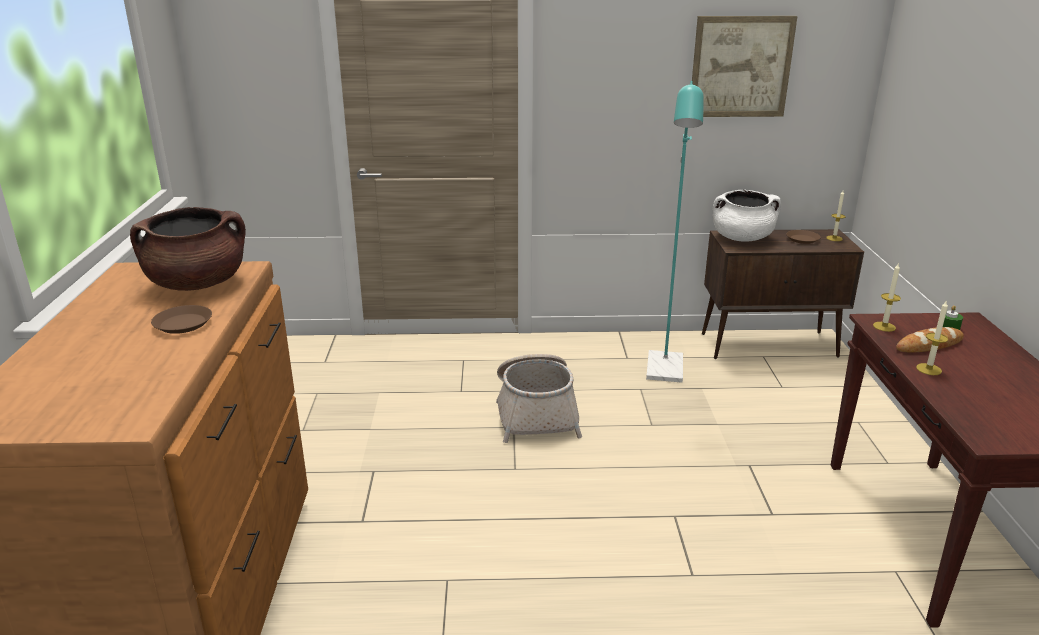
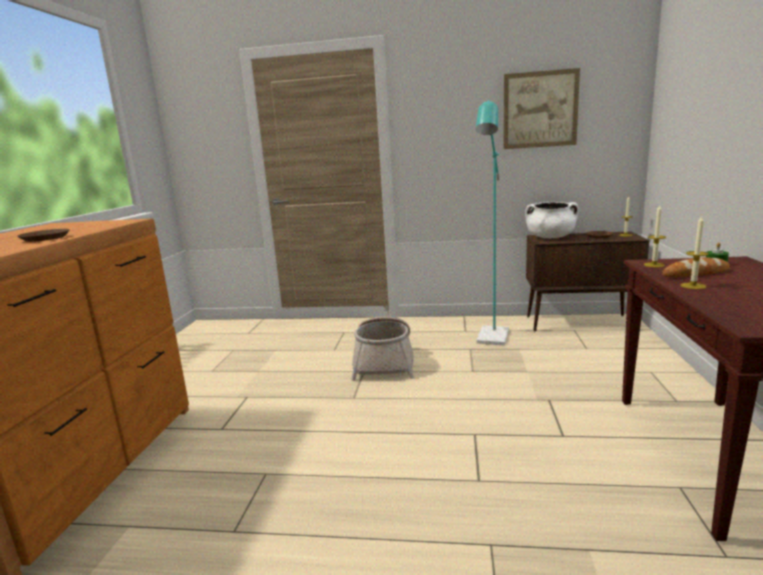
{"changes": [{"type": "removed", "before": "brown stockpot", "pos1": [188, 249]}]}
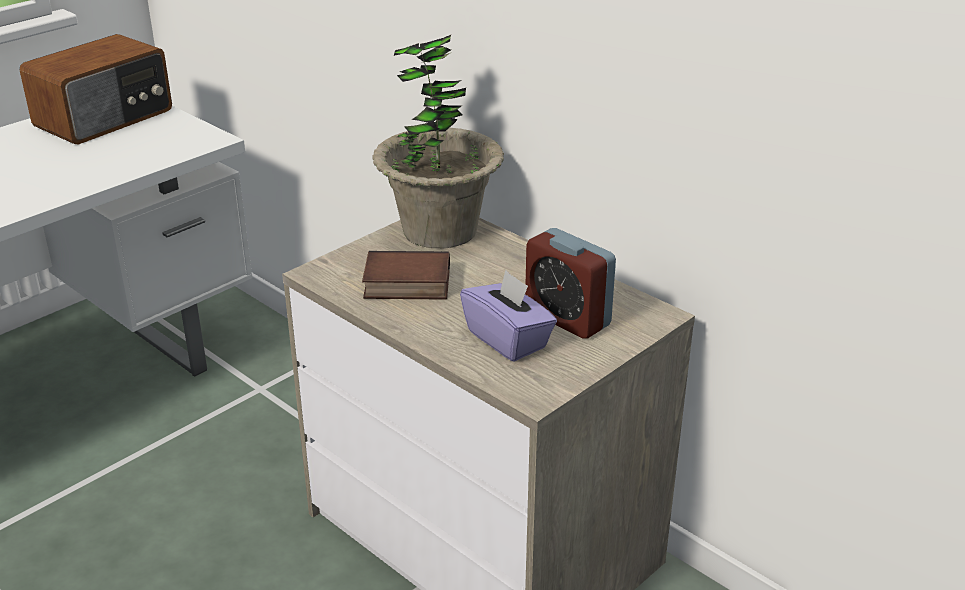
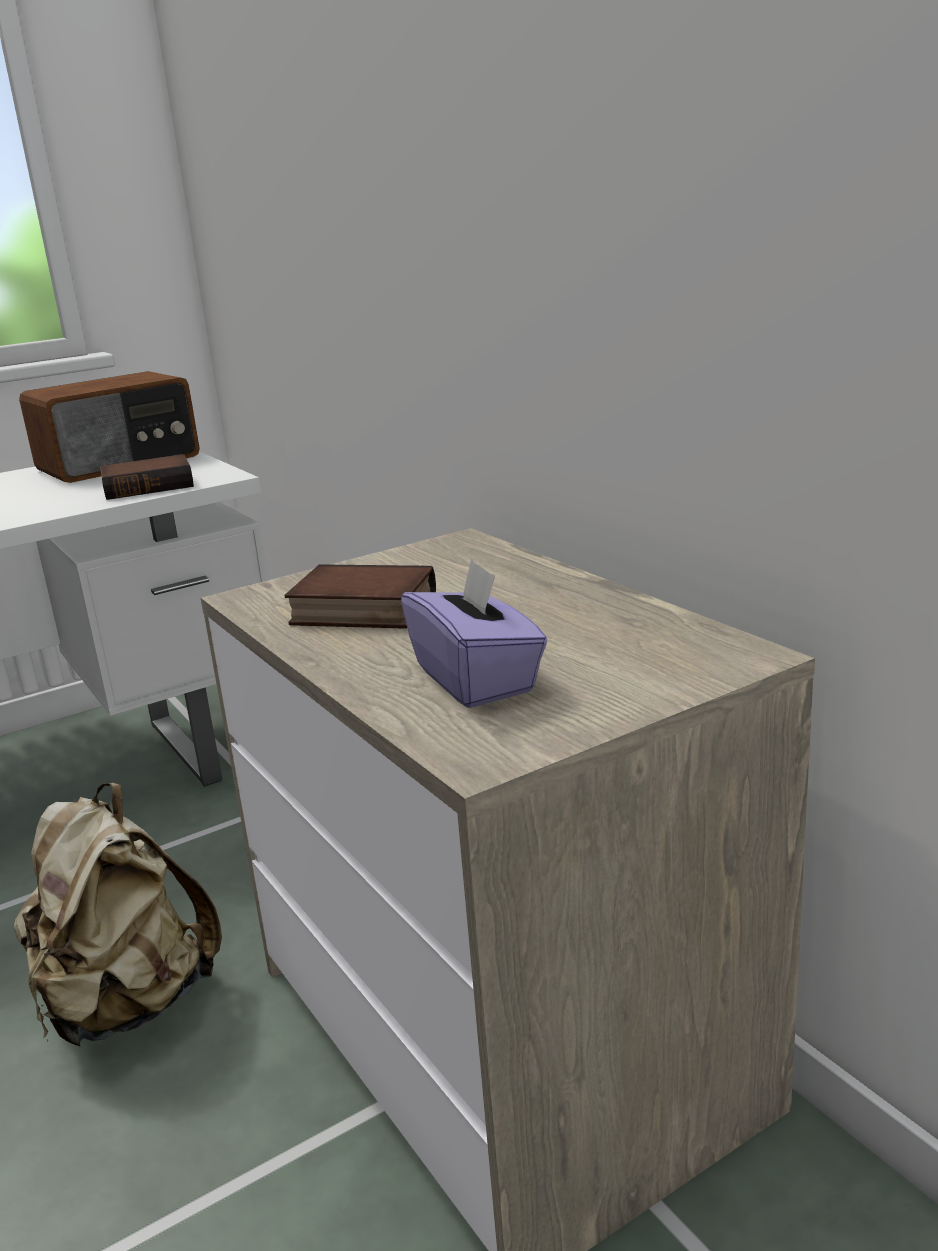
{"changes": [{"type": "removed", "before": "potted plant", "pos1": [438, 141]}, {"type": "removed", "before": "table clock", "pos1": [570, 283]}, {"type": "added", "after": "beige rucksack", "pos2": [117, 914]}, {"type": "added", "after": "book", "pos2": [147, 477]}]}
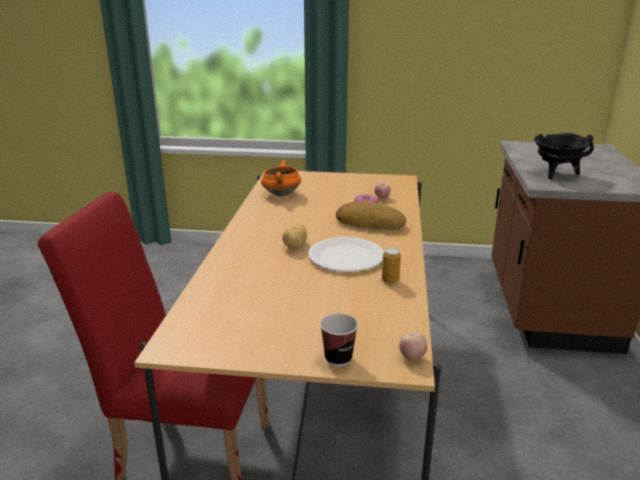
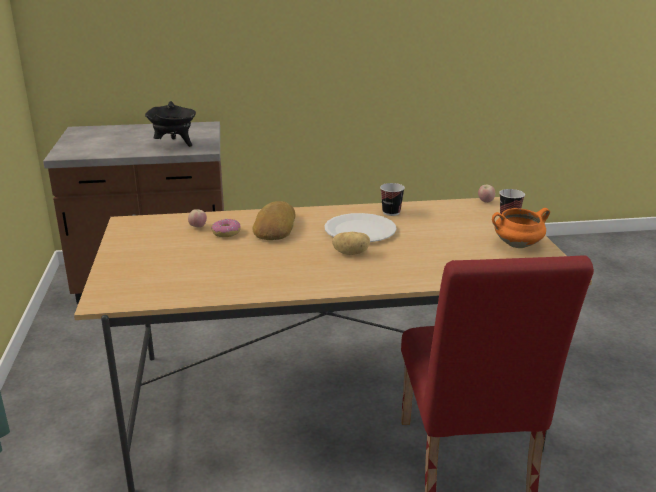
{"changes": [{"type": "moved", "before": "orange stockpot", "pos1": [281, 178], "pos2": [521, 228]}, {"type": "replaced", "before": "metal can", "after": "drinking cup", "pos1": [391, 266], "pos2": [392, 199]}]}
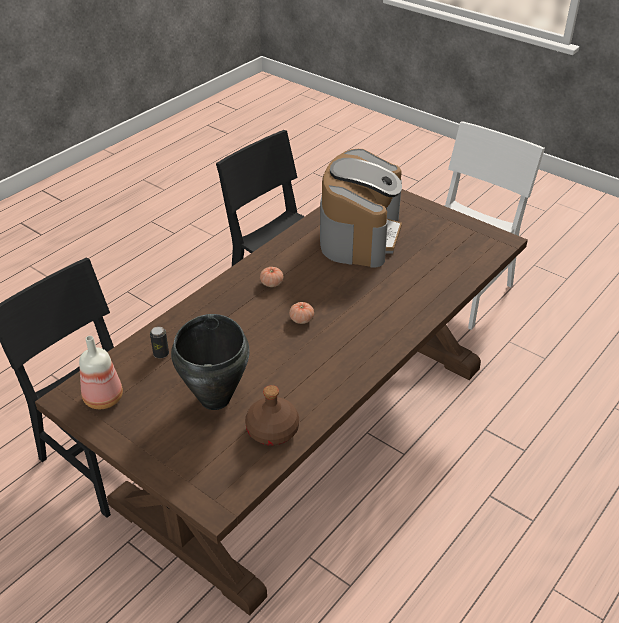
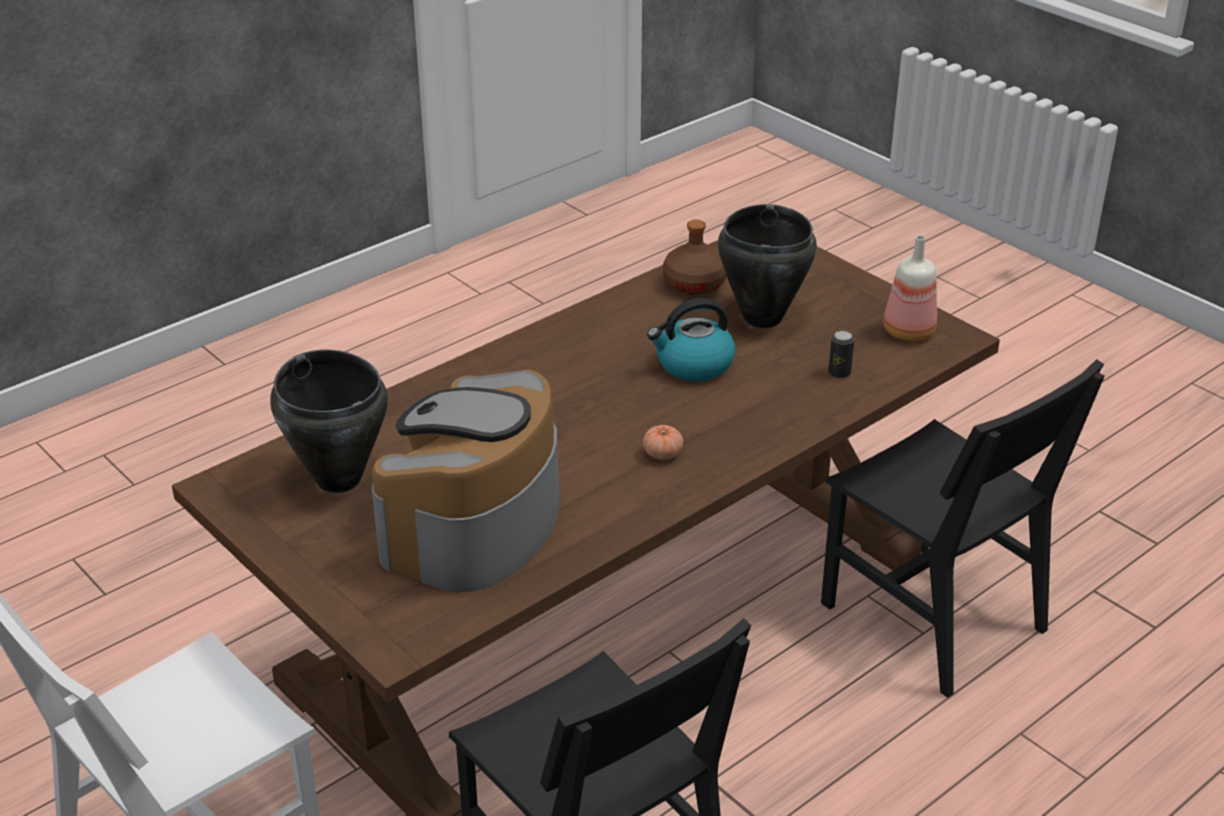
{"changes": [{"type": "removed", "before": "fresh tomato", "pos1": [301, 313]}, {"type": "added", "after": "black-coloured stockpot", "pos2": [329, 421]}, {"type": "added", "after": "kettle", "pos2": [691, 340]}]}
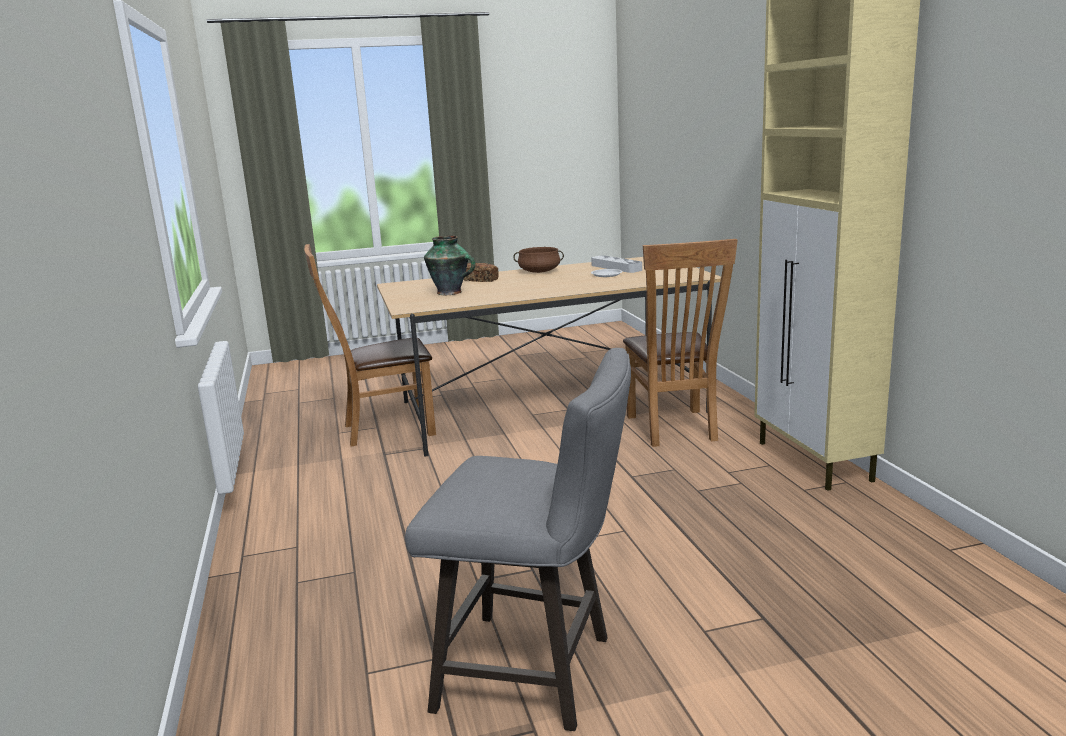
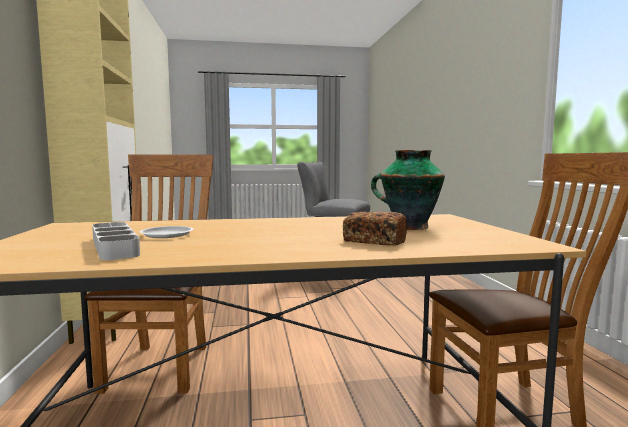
{"changes": [{"type": "removed", "before": "brown stockpot", "pos1": [538, 260]}]}
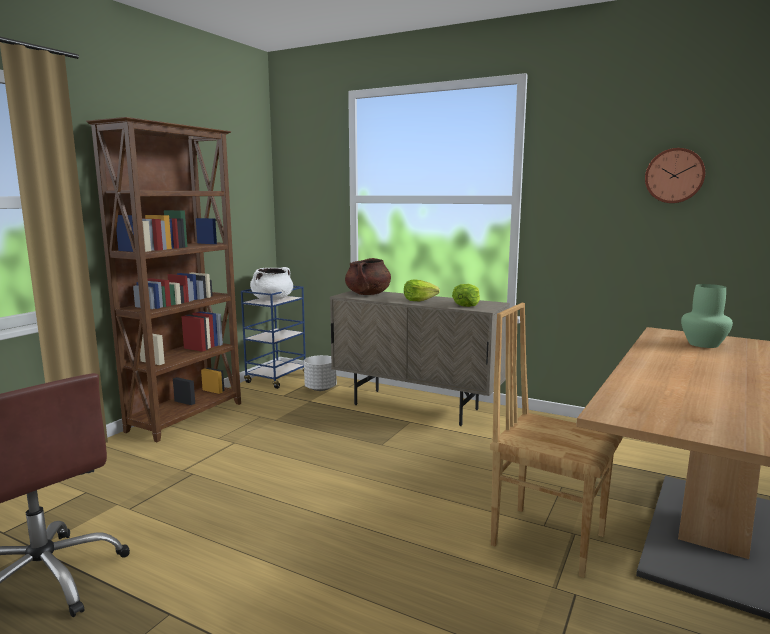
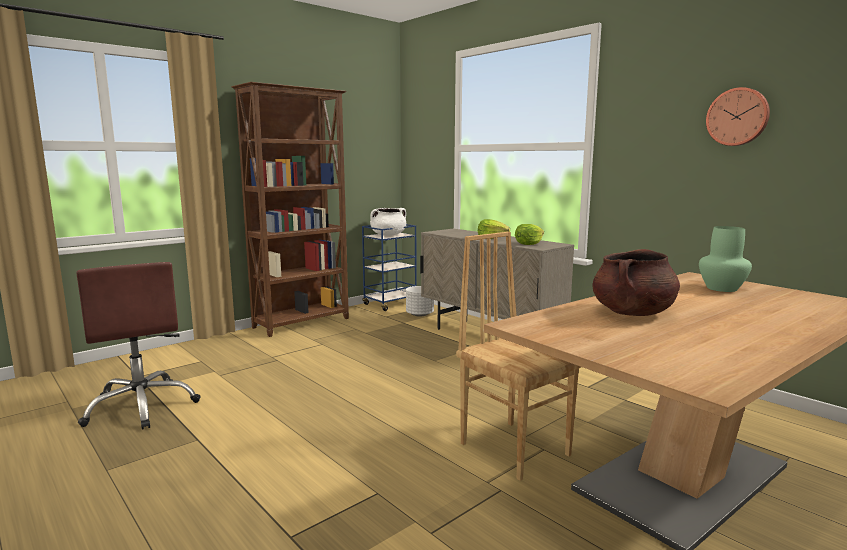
{"changes": [{"type": "moved", "before": "brown stockpot", "pos1": [368, 276], "pos2": [636, 282]}]}
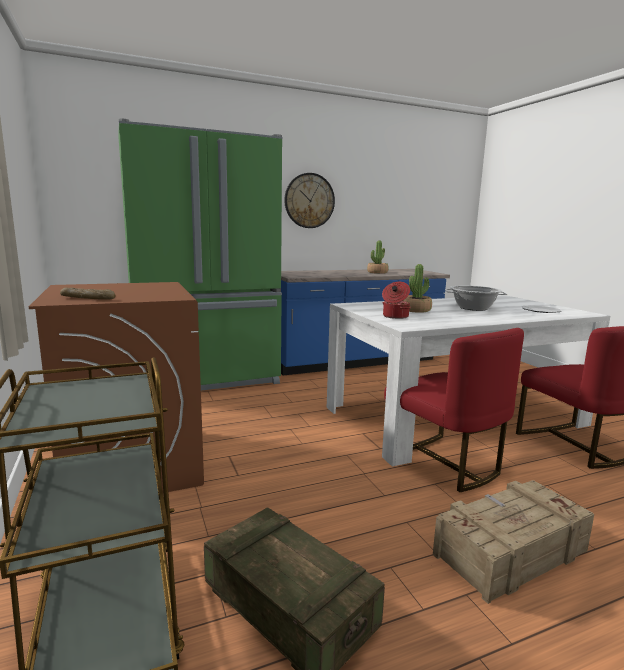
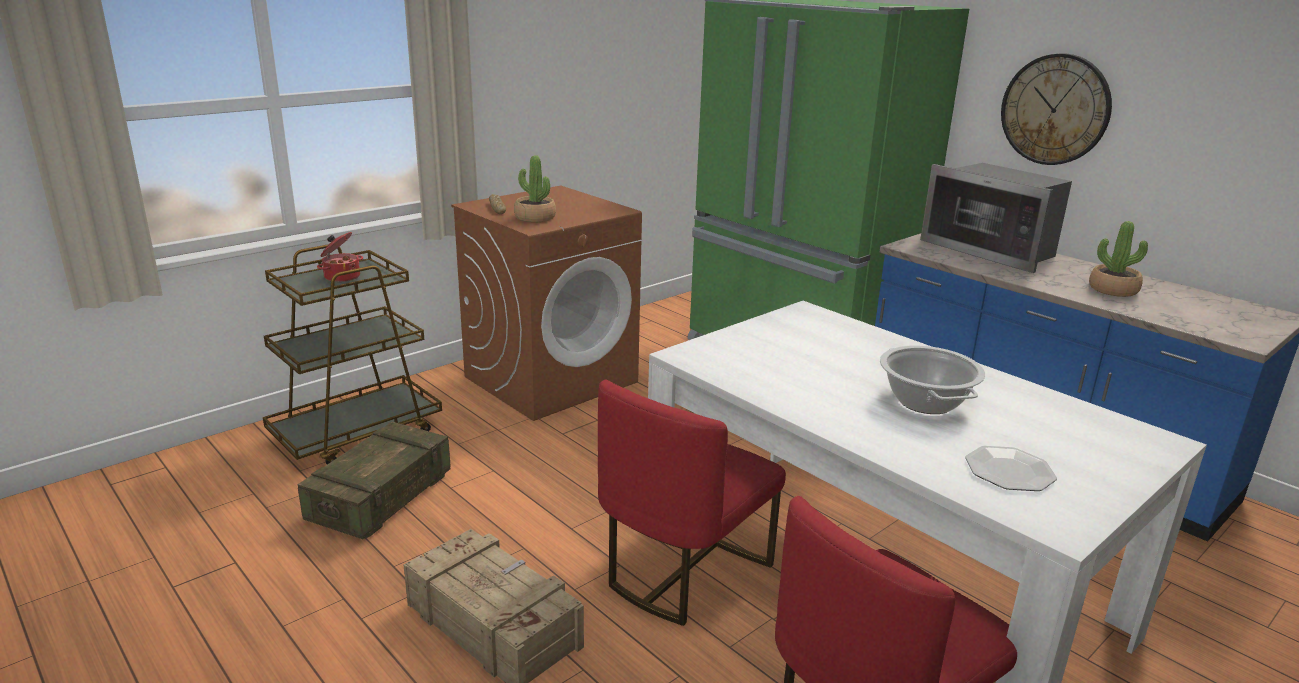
{"changes": [{"type": "moved", "before": "stockpot", "pos1": [396, 300], "pos2": [340, 257]}, {"type": "moved", "before": "potted plant", "pos1": [417, 288], "pos2": [535, 188]}, {"type": "added", "after": "microwave oven", "pos2": [996, 218]}]}
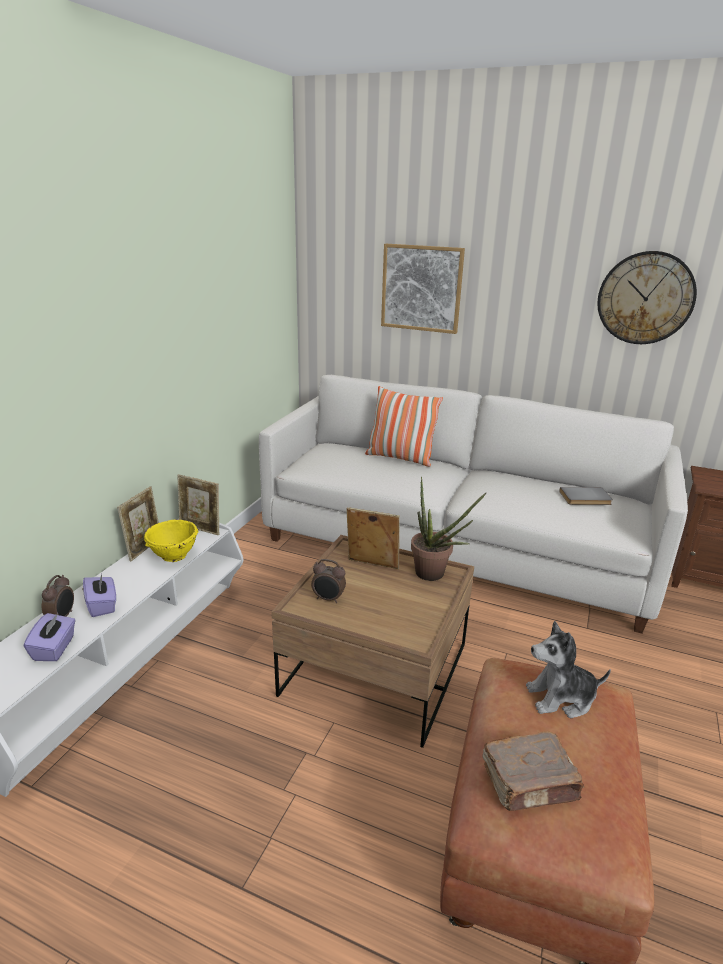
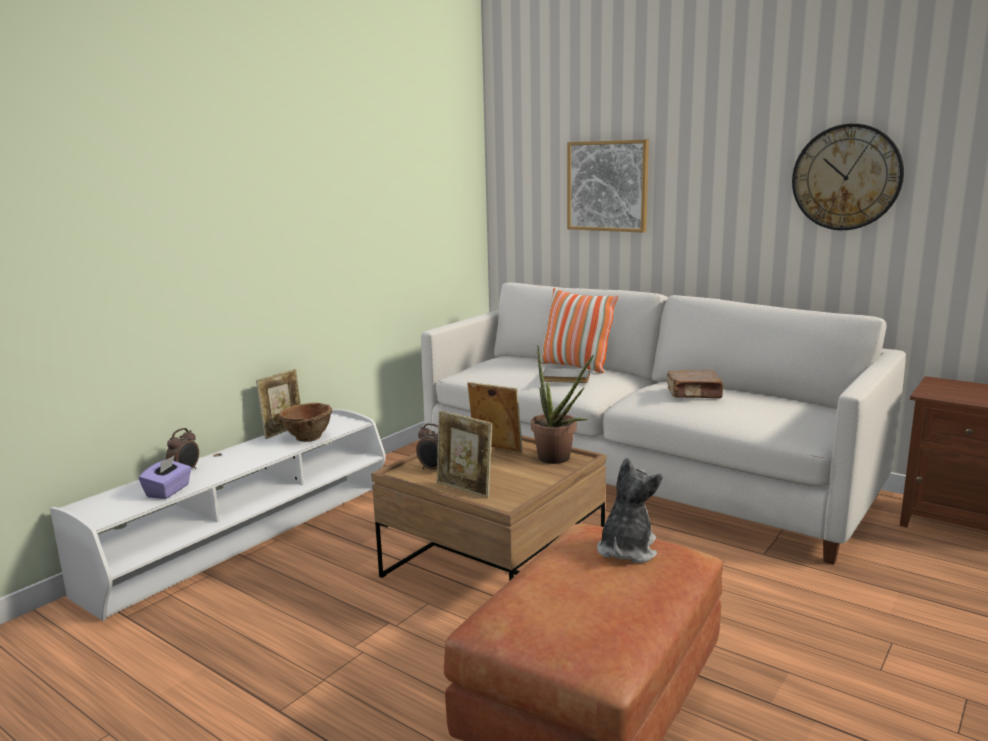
{"changes": [{"type": "removed", "before": "purple tissue box", "pos1": [99, 595]}, {"type": "recoloured", "before": "yellowish serving bowl", "after": "brown serving bowl", "pos1": [171, 540], "pos2": [305, 422]}, {"type": "moved", "before": "photo frame", "pos1": [198, 504], "pos2": [464, 454]}, {"type": "moved", "before": "brown book", "pos1": [533, 771], "pos2": [695, 384]}, {"type": "turned", "before": "soft toy", "pos1": [568, 669], "pos2": [630, 511], "turn": 105}, {"type": "moved", "before": "grey book", "pos1": [586, 496], "pos2": [566, 375]}]}
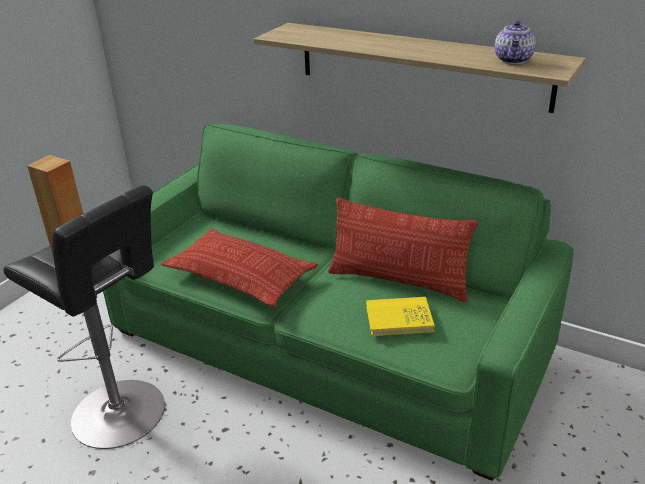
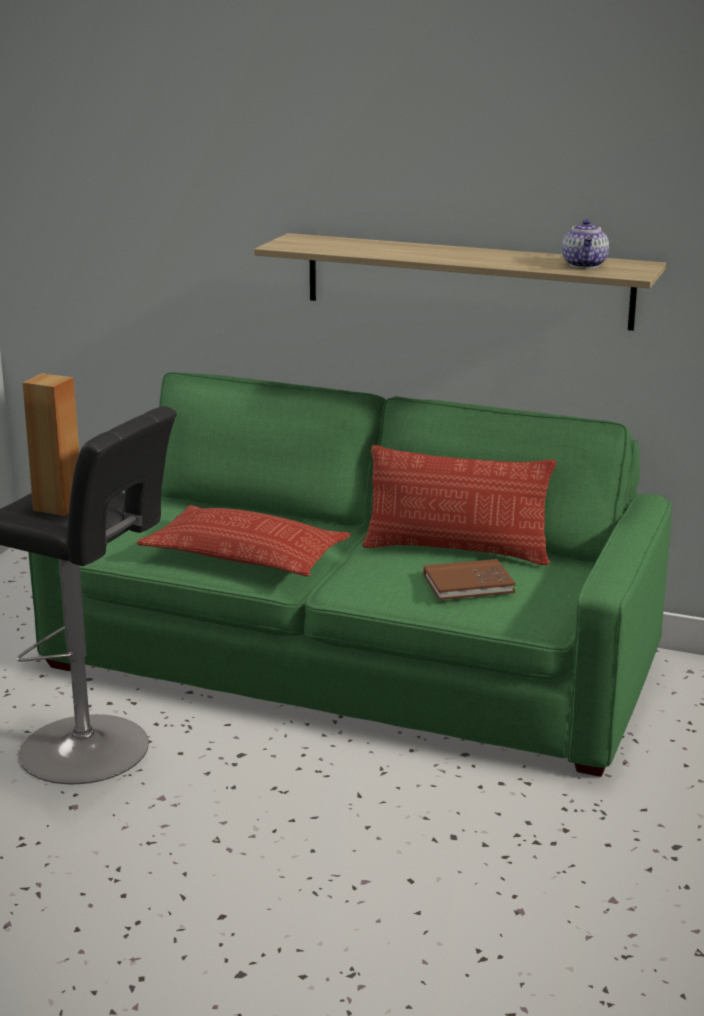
{"changes": [{"type": "recoloured", "before": "yellowish book", "after": "brown book", "pos1": [400, 316], "pos2": [469, 579]}]}
